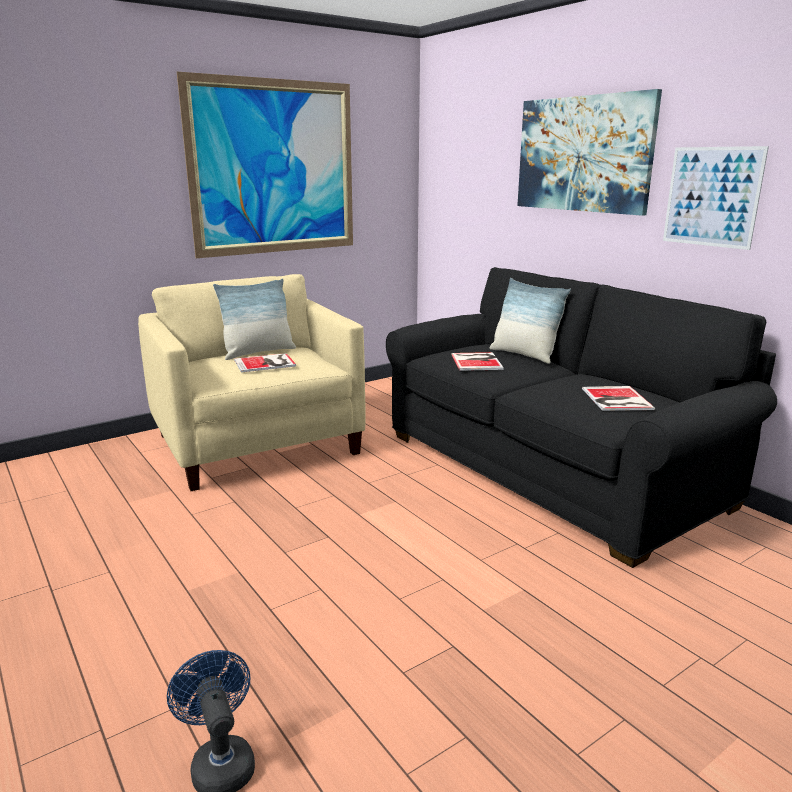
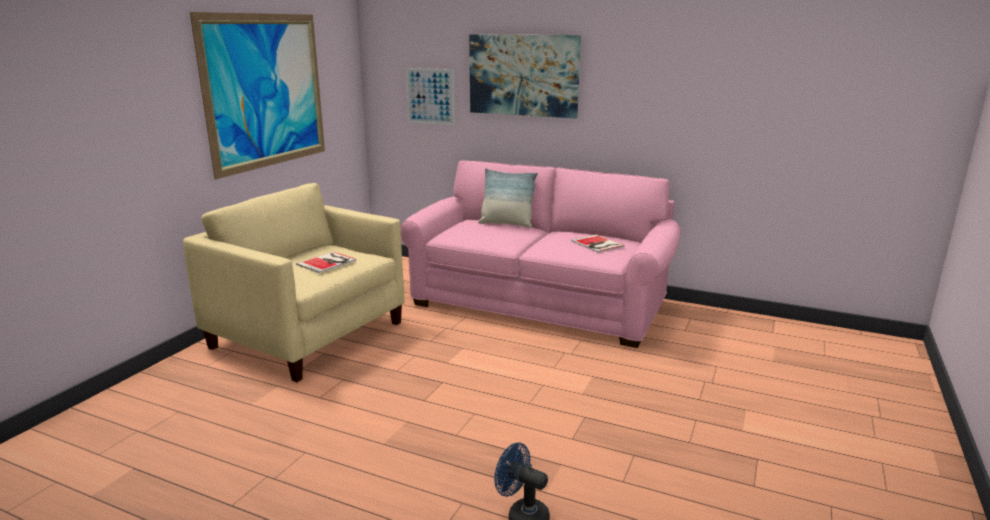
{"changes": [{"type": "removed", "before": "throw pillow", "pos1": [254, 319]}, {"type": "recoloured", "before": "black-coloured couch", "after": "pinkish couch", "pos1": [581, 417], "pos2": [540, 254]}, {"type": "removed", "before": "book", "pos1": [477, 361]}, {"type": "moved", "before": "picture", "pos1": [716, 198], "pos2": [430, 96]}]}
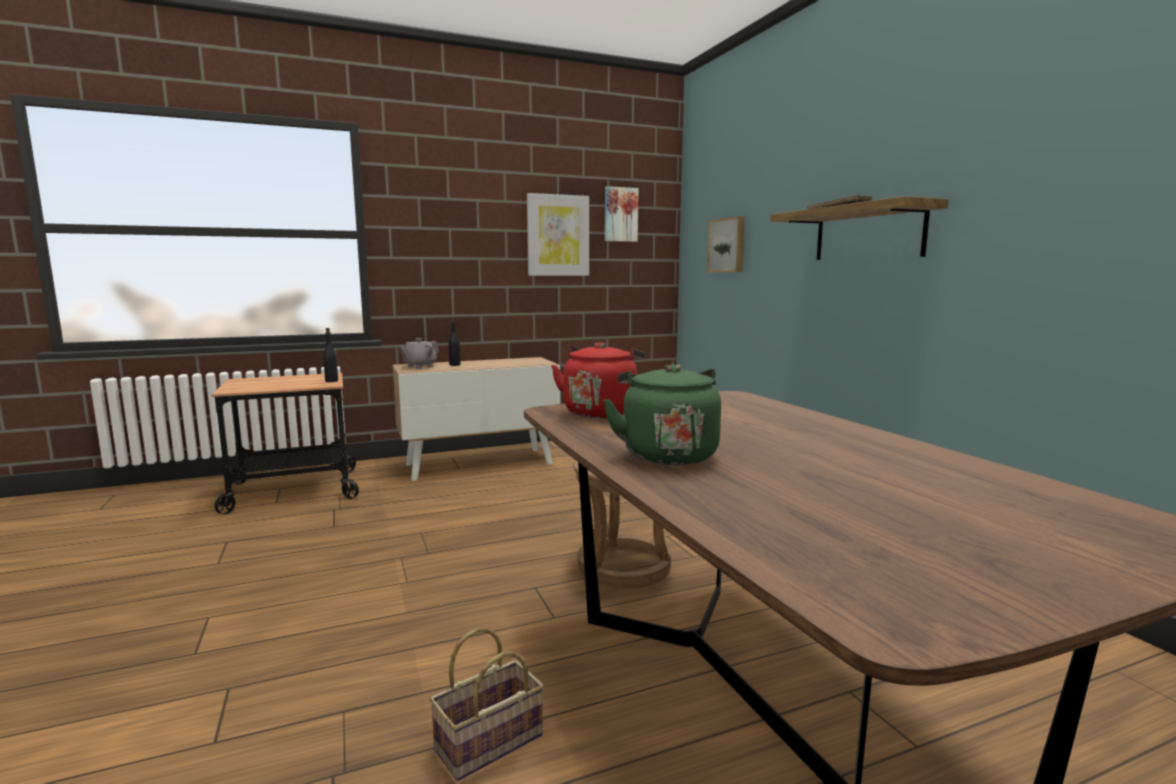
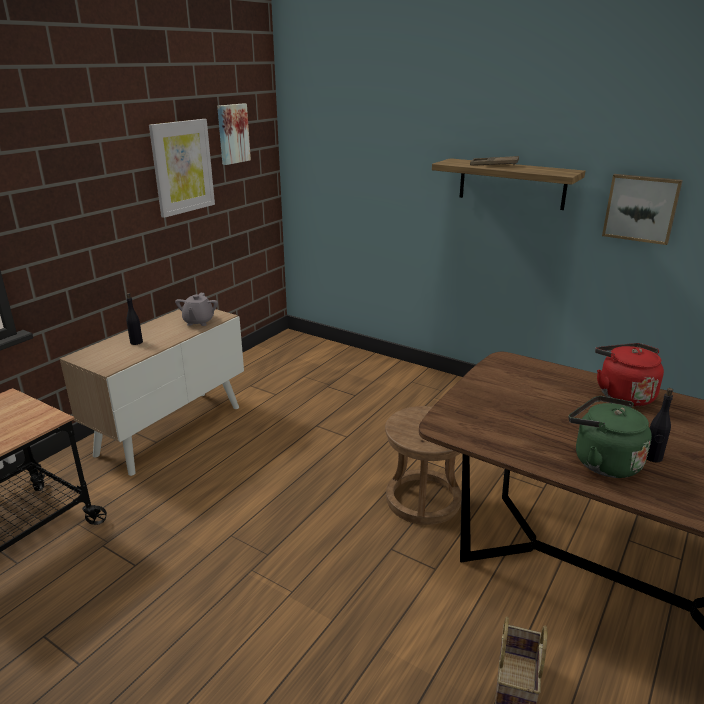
{"changes": [{"type": "moved", "before": "black-coloured drink bottle", "pos1": [330, 355], "pos2": [660, 425]}, {"type": "moved", "before": "grey teapot", "pos1": [419, 353], "pos2": [196, 309]}, {"type": "moved", "before": "reddish kettle", "pos1": [598, 380], "pos2": [629, 374]}, {"type": "moved", "before": "picture", "pos1": [726, 244], "pos2": [642, 209]}]}
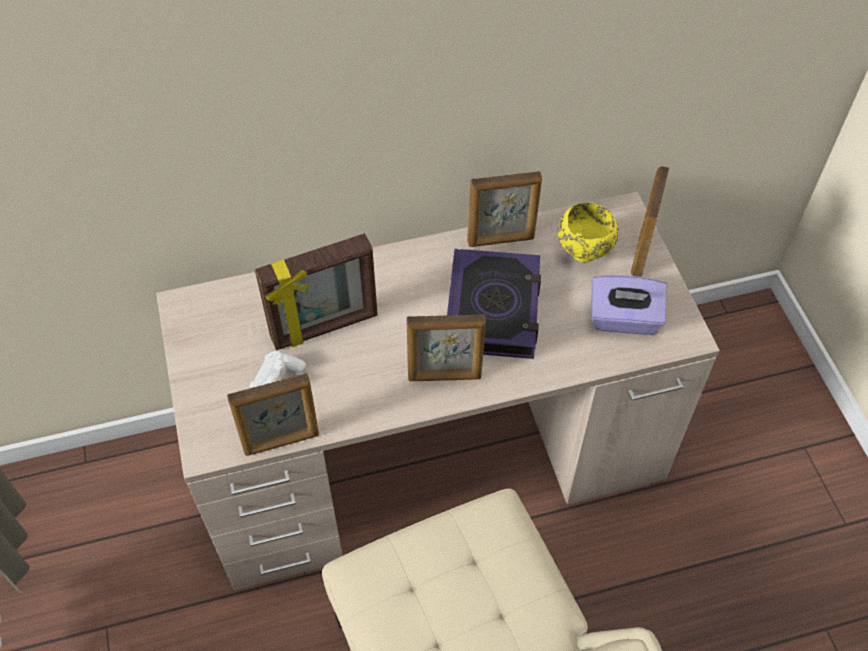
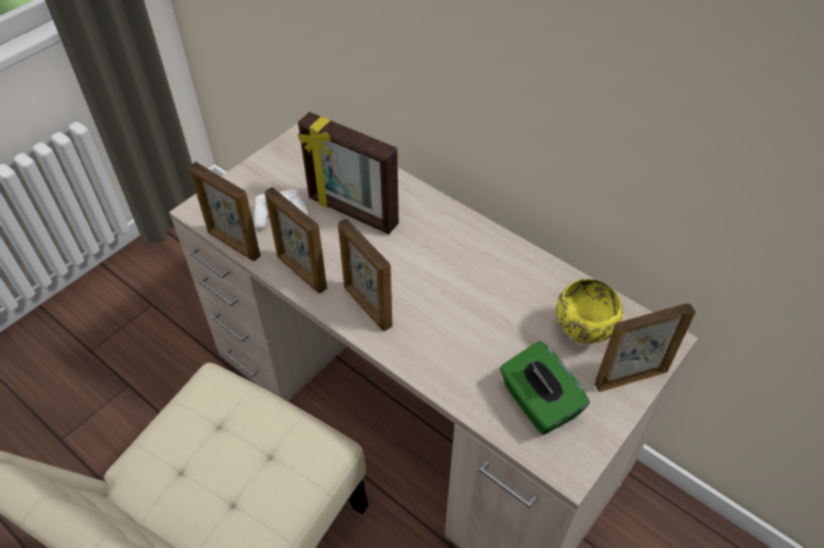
{"changes": [{"type": "removed", "before": "book", "pos1": [494, 304]}, {"type": "moved", "before": "photo frame", "pos1": [504, 209], "pos2": [296, 240]}, {"type": "recoloured", "before": "purple tissue box", "after": "green-coloured tissue box", "pos1": [629, 305], "pos2": [545, 388]}]}
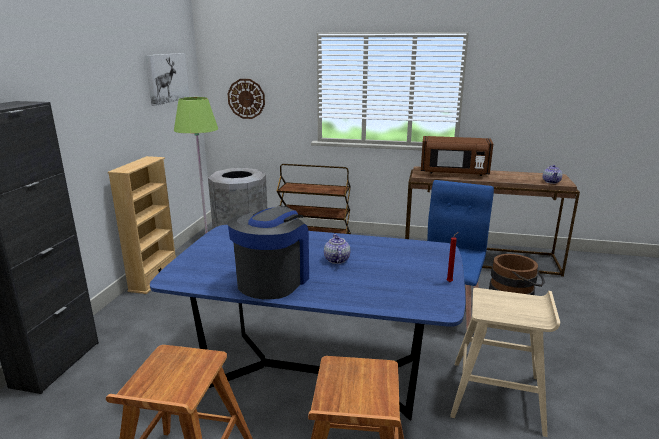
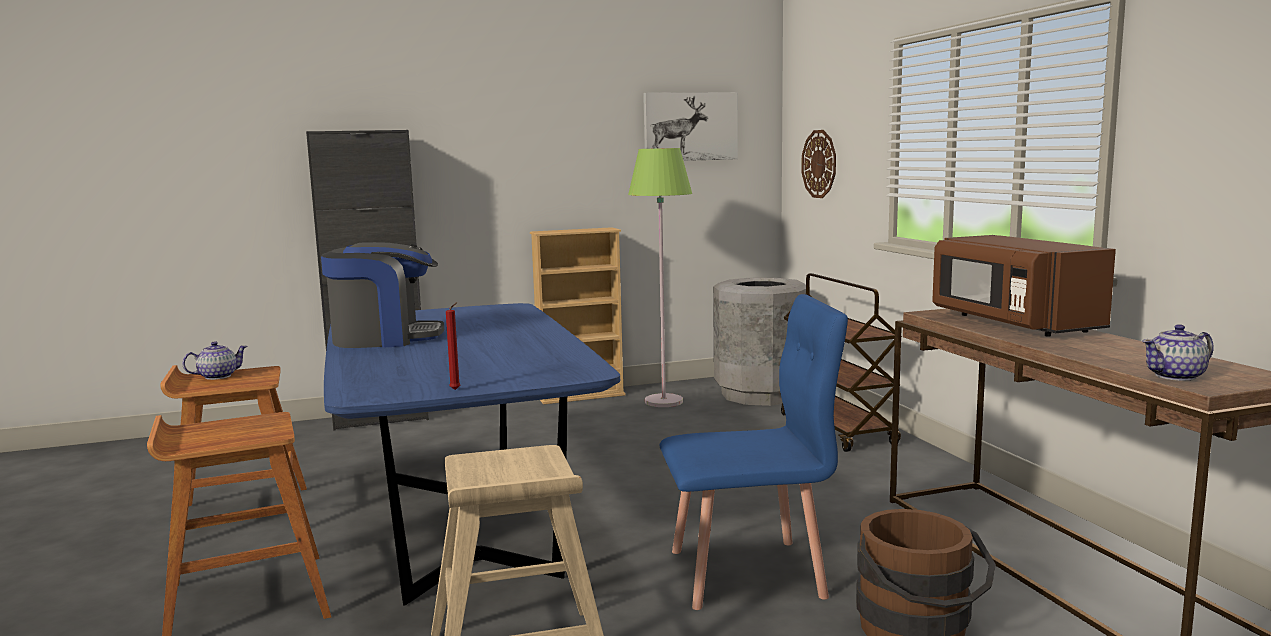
{"changes": [{"type": "moved", "before": "teapot", "pos1": [337, 249], "pos2": [214, 360]}]}
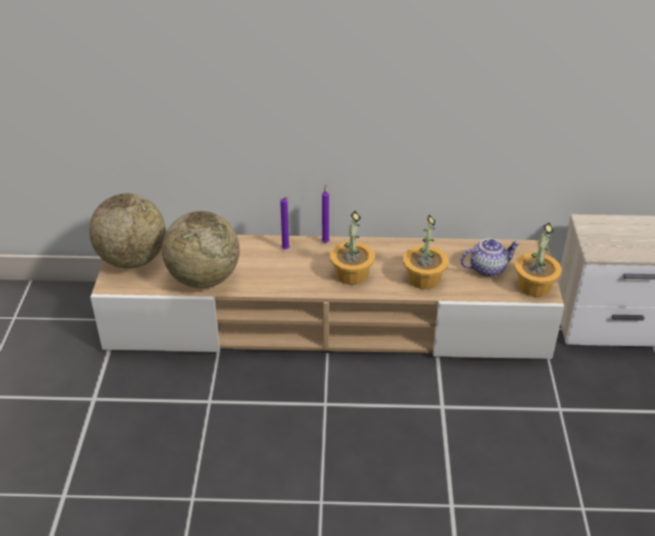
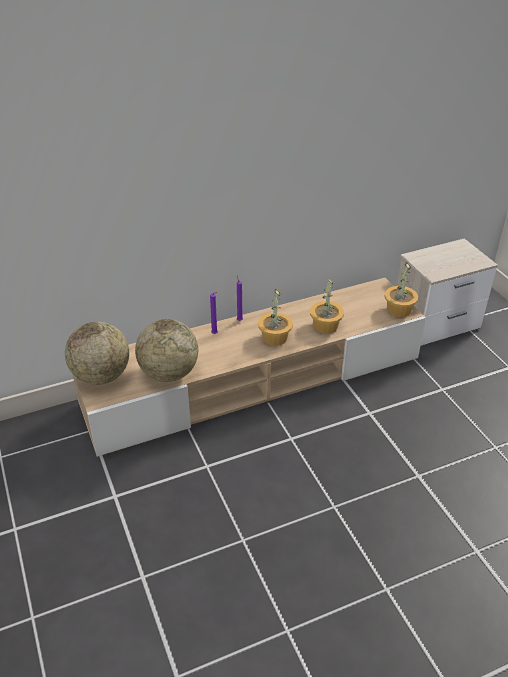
{"changes": [{"type": "removed", "before": "teapot", "pos1": [490, 258]}]}
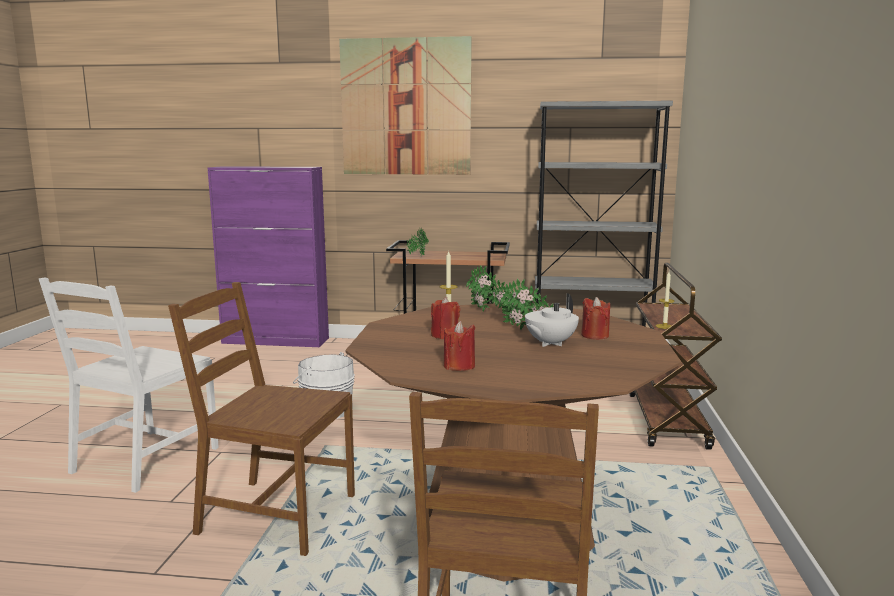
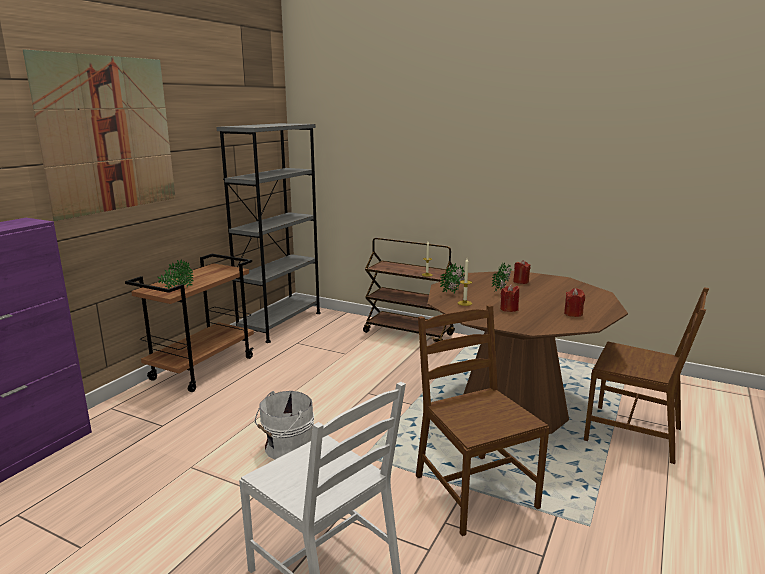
{"changes": [{"type": "turned", "before": "brown chair", "pos1": [261, 419], "pos2": [483, 420], "turn": 120}, {"type": "removed", "before": "white-coloured teapot", "pos1": [552, 320]}]}
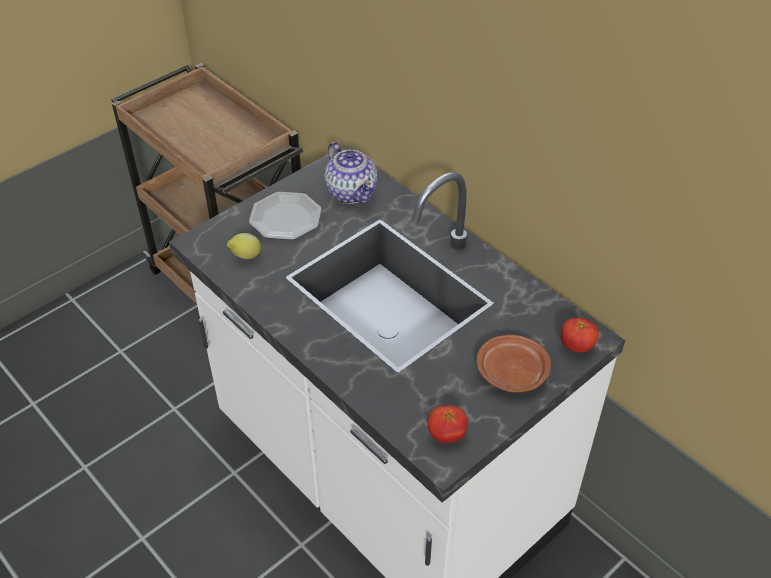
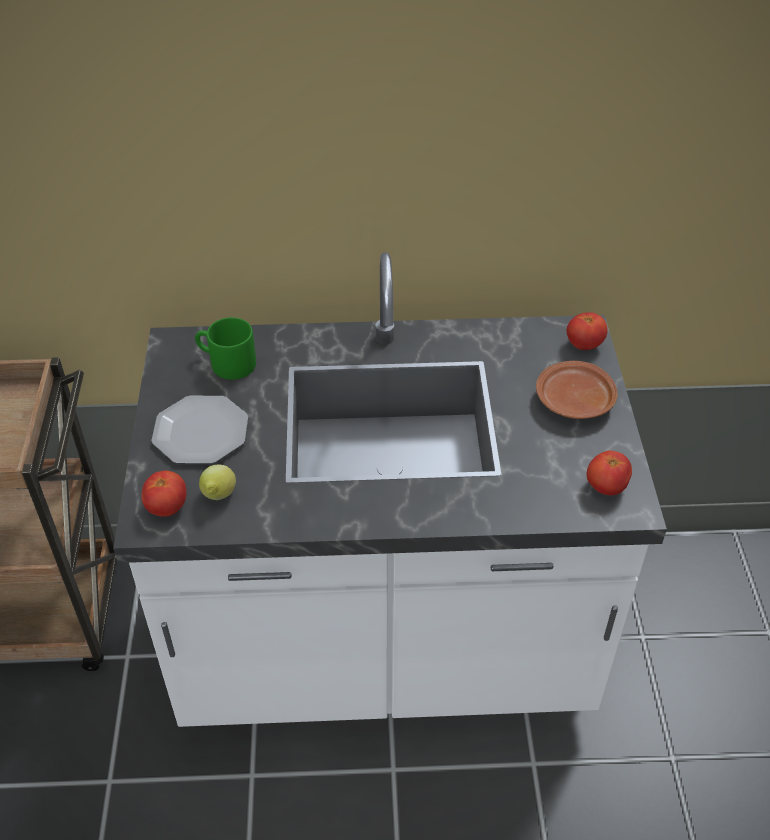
{"changes": [{"type": "replaced", "before": "teapot", "after": "green-coloured coffee mug", "pos1": [350, 173], "pos2": [225, 348]}, {"type": "added", "after": "fresh tomato", "pos2": [163, 493]}]}
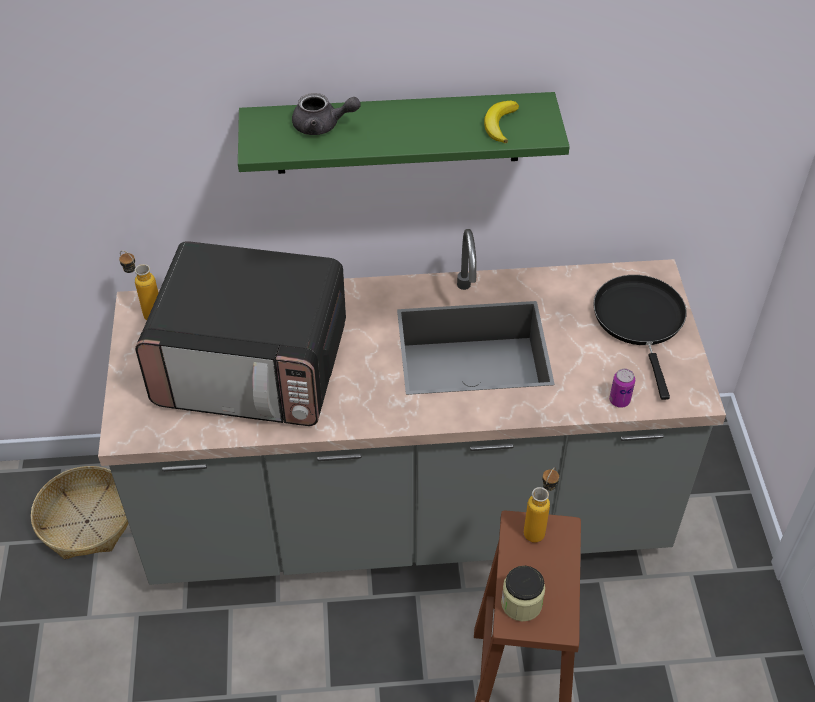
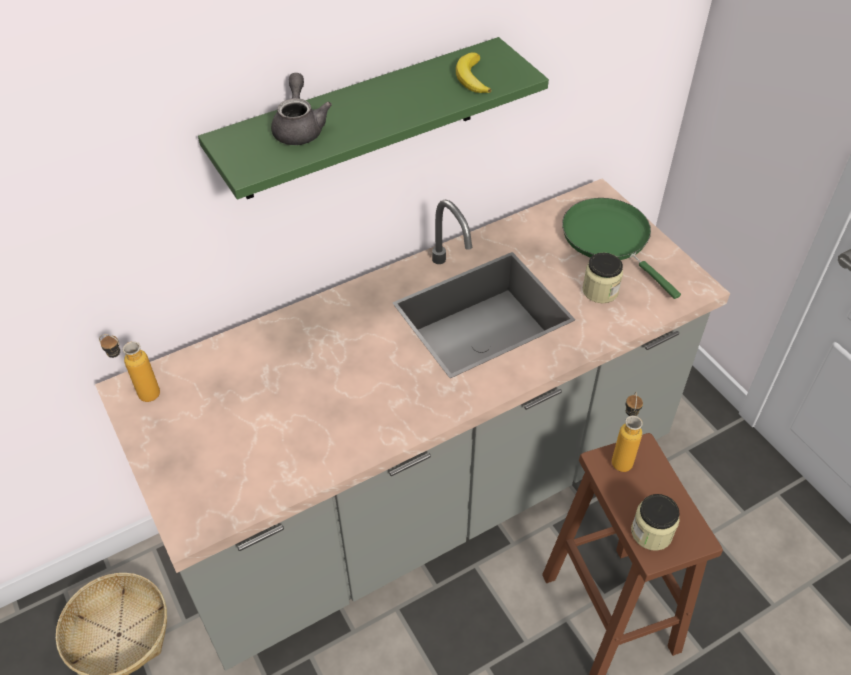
{"changes": [{"type": "removed", "before": "microwave oven", "pos1": [240, 333]}, {"type": "turned", "before": "grey teapot", "pos1": [326, 114], "pos2": [301, 109], "turn": -75}, {"type": "recoloured", "before": "black-coloured frying pan", "after": "green-coloured frying pan", "pos1": [640, 337], "pos2": [621, 248]}, {"type": "removed", "before": "metal can", "pos1": [622, 388]}, {"type": "added", "after": "preserve jar", "pos2": [602, 278]}]}
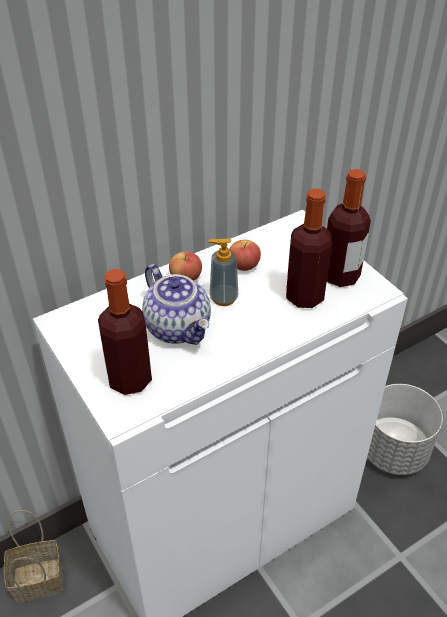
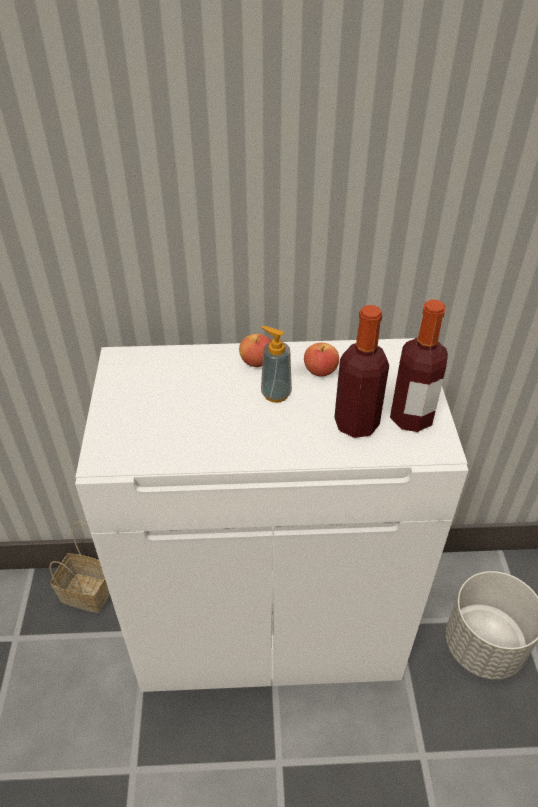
{"changes": [{"type": "removed", "before": "drink bottle", "pos1": [125, 332]}, {"type": "removed", "before": "teapot", "pos1": [176, 304]}]}
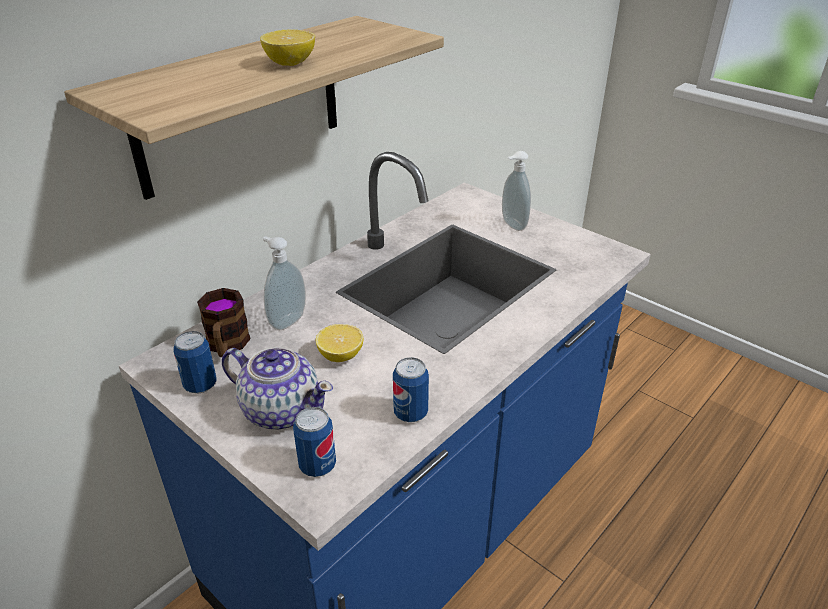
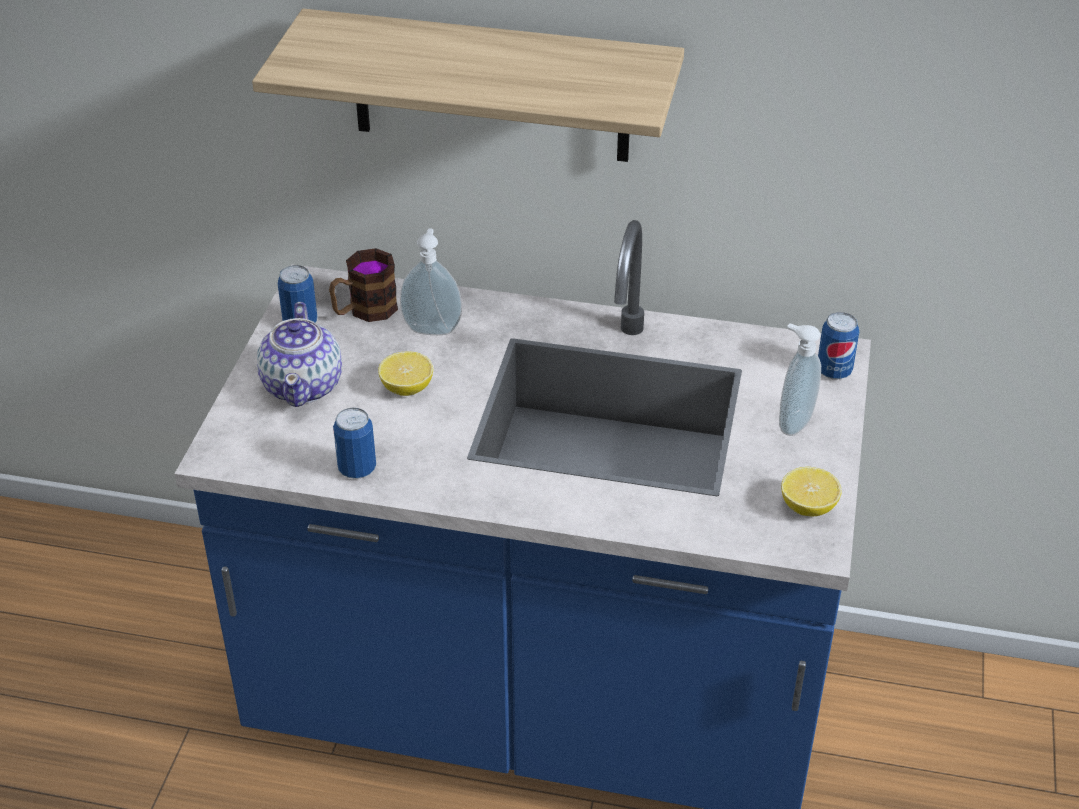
{"changes": [{"type": "moved", "before": "lemon", "pos1": [287, 47], "pos2": [811, 491]}, {"type": "moved", "before": "metal can", "pos1": [314, 442], "pos2": [838, 346]}]}
